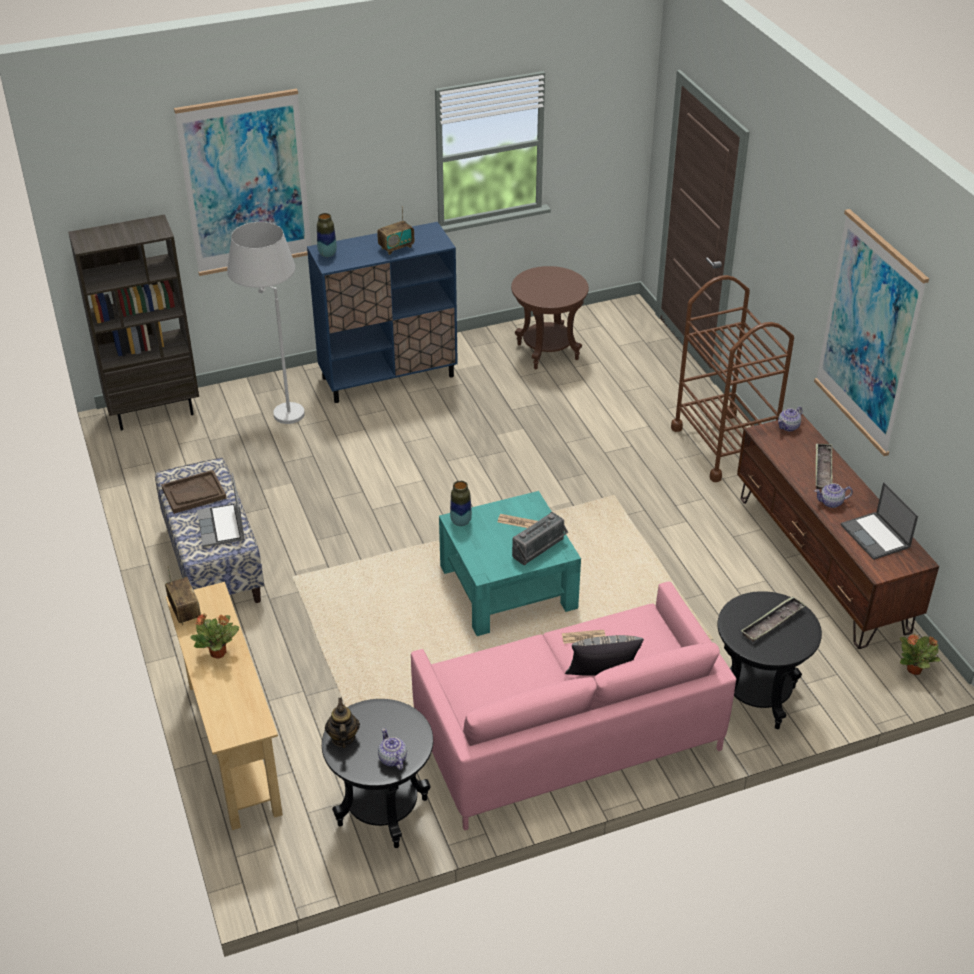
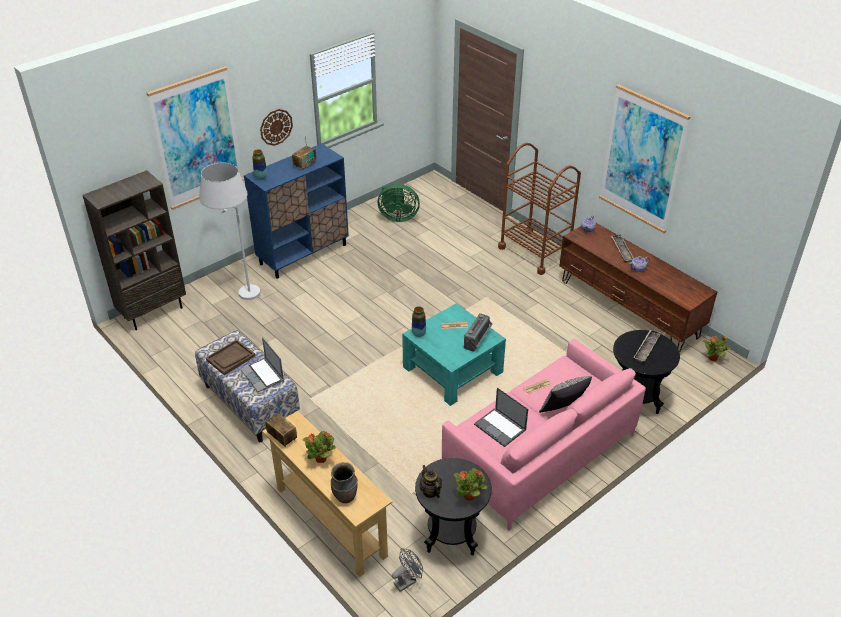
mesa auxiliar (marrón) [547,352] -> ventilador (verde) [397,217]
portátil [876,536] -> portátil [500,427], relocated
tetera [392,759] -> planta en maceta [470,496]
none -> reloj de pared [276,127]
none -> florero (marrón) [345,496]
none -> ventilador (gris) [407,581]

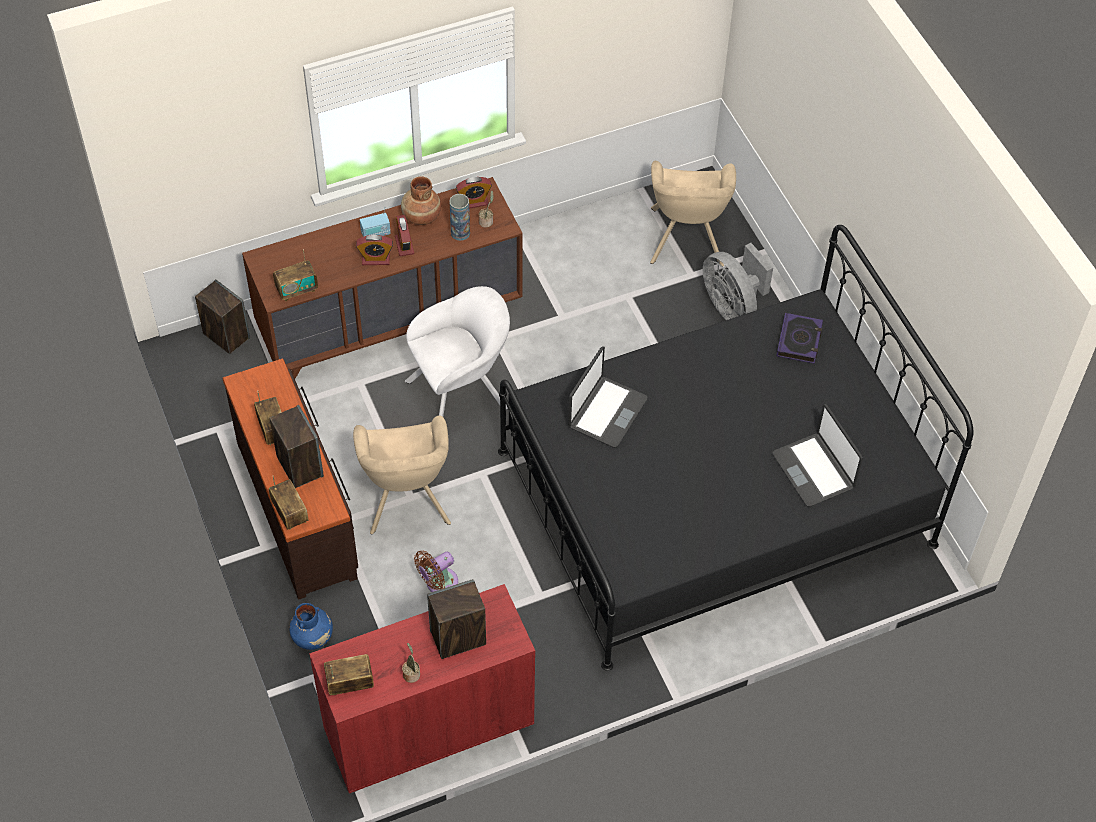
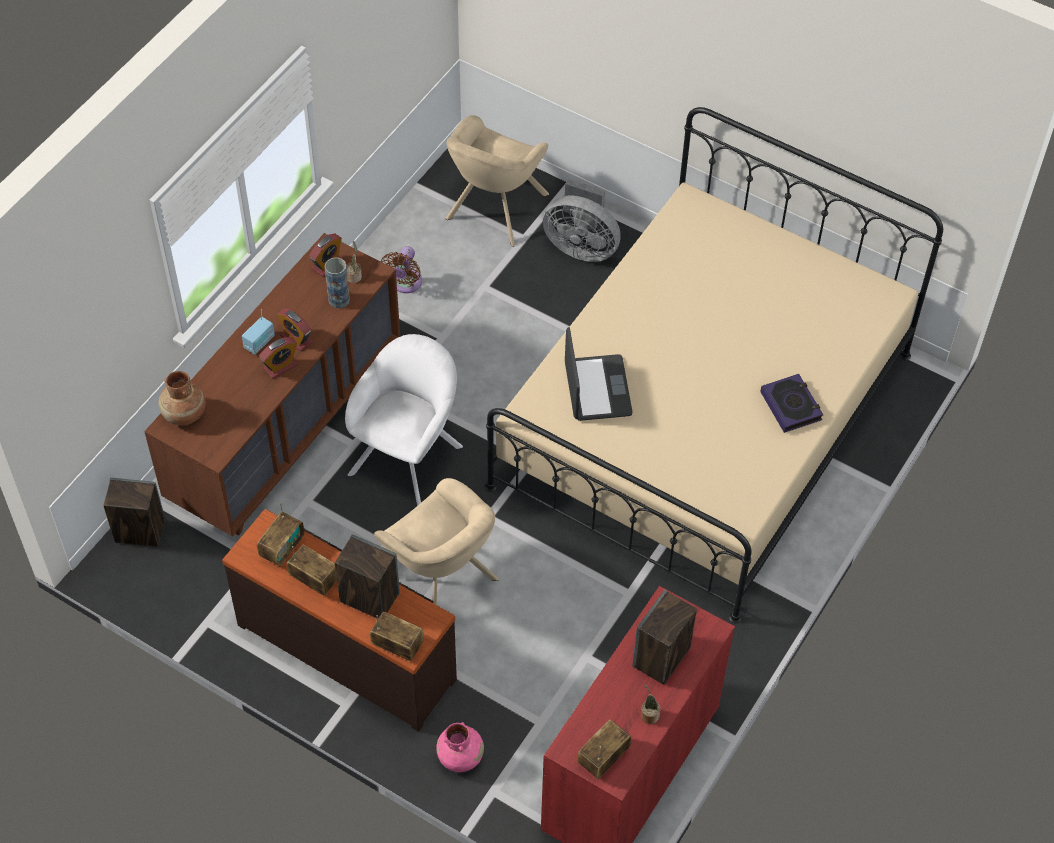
sillón (beis) [686,240] -> sillón (beis) [494,210], 60 degrees clockwise
florero (marrón) [421,217] -> florero (marrón) [184,414], relocated
cama (negro) [714,497] -> cama (beis) [702,419]
radio [297,289] -> radio [282,548], relocated
libro [799,341] -> libro [791,406], relocated
portátil [814,470] -> none
ventilador (marrón) [439,583] -> ventilador (marrón) [405,284], relocated
florero (azul) [313,636] -> florero (rosa) [460,756]

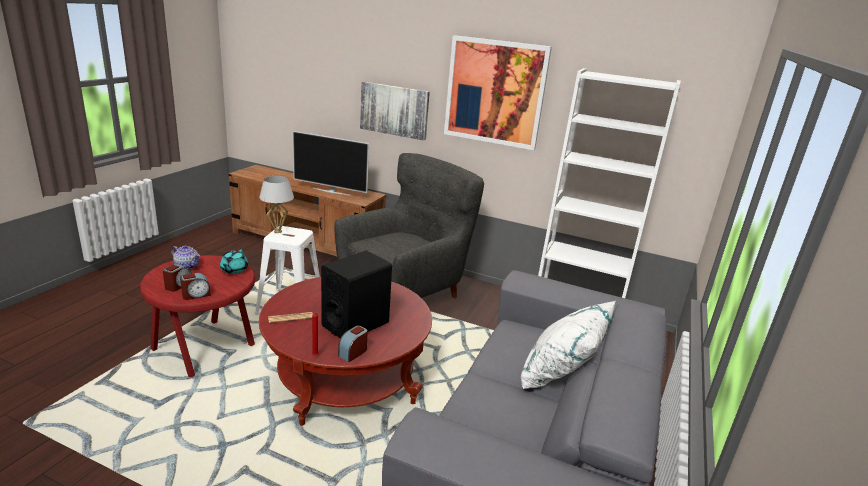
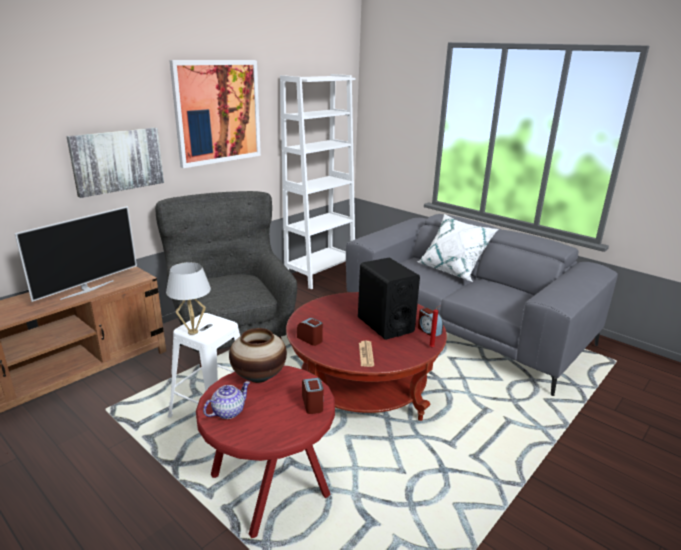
tetera (turquesa) [234,270] -> florero [259,376]
despertador [178,285] -> despertador [310,339], relocated

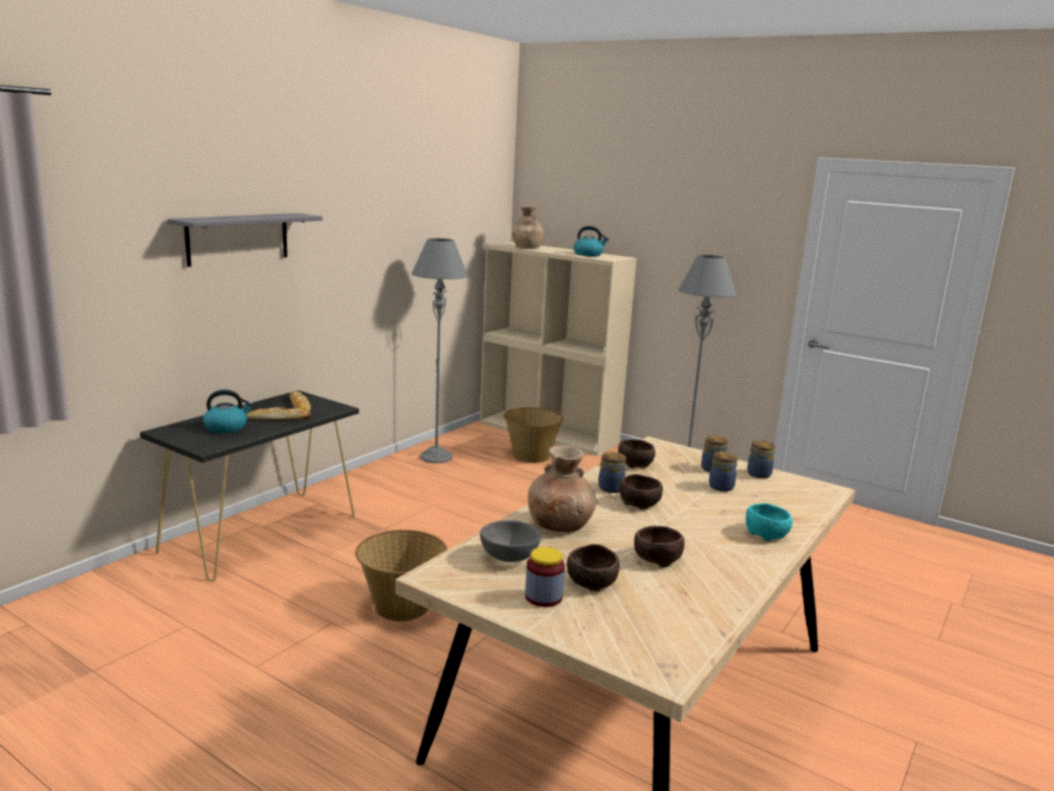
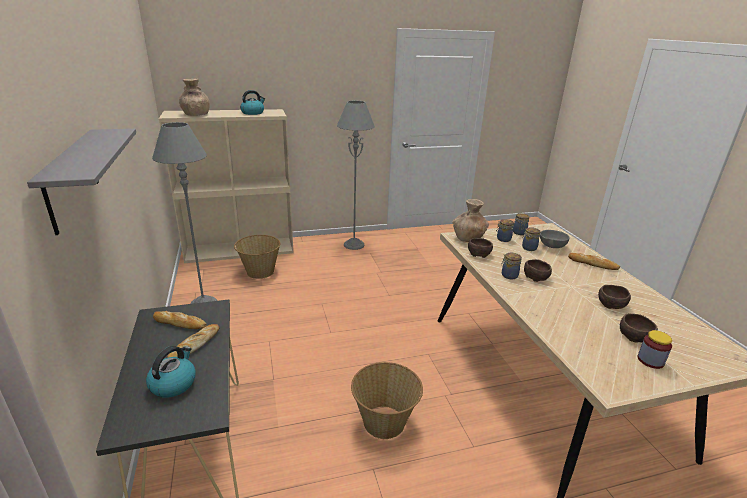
florero (marrón) [560,525] -> florero (marrón) [468,238], relocated
cuenco (turquesa) [766,533] -> pan [592,264]
cuenco (gris) [507,557] -> cuenco (gris) [551,246], relocated

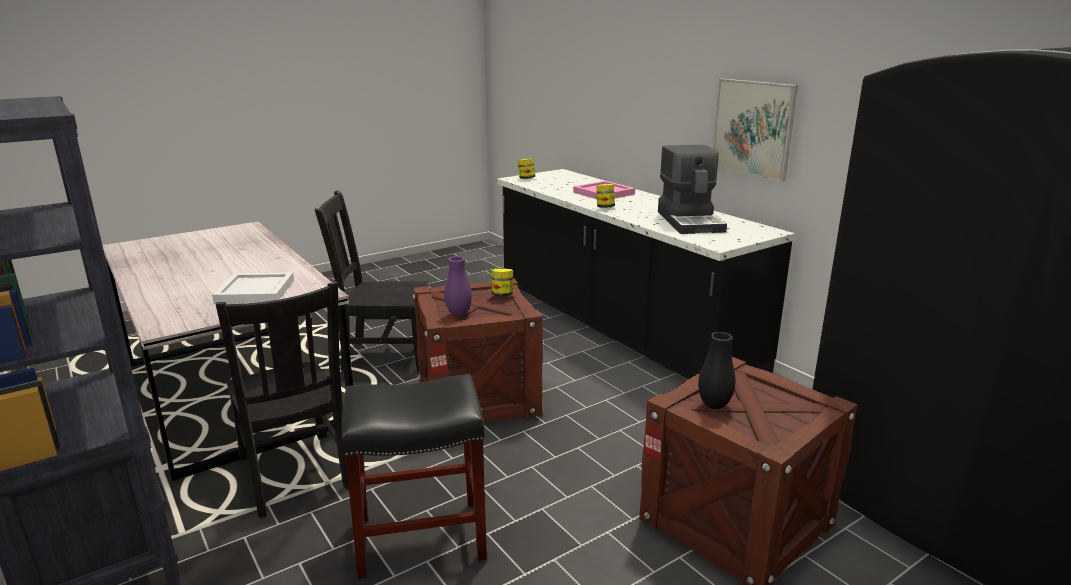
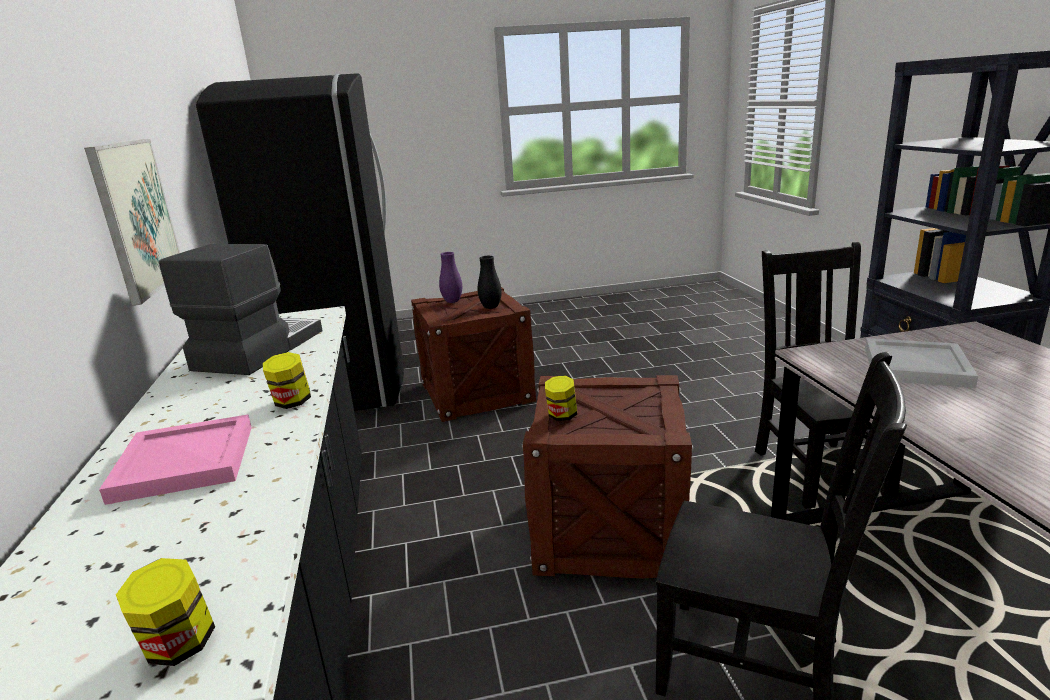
florero (morado) [458,314] -> florero (morado) [452,301], relocated
taburete (negro) [419,538] -> none

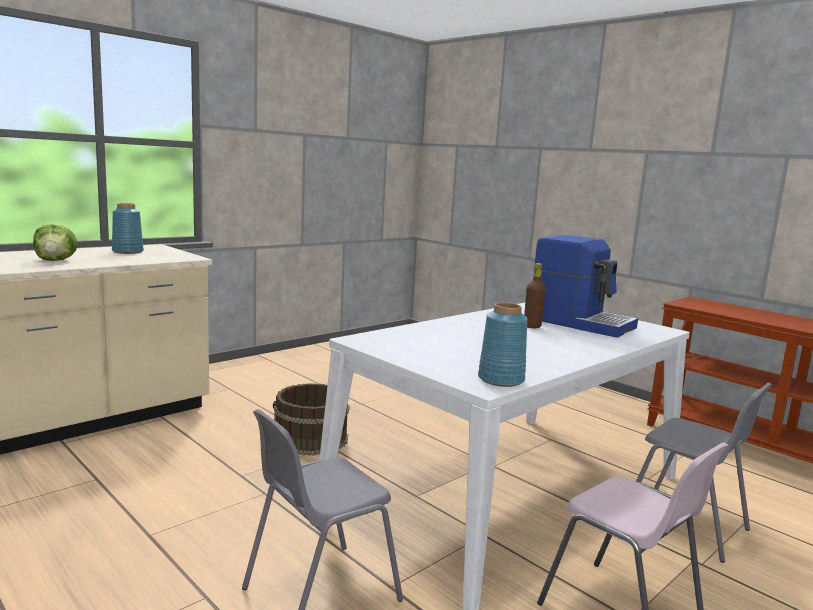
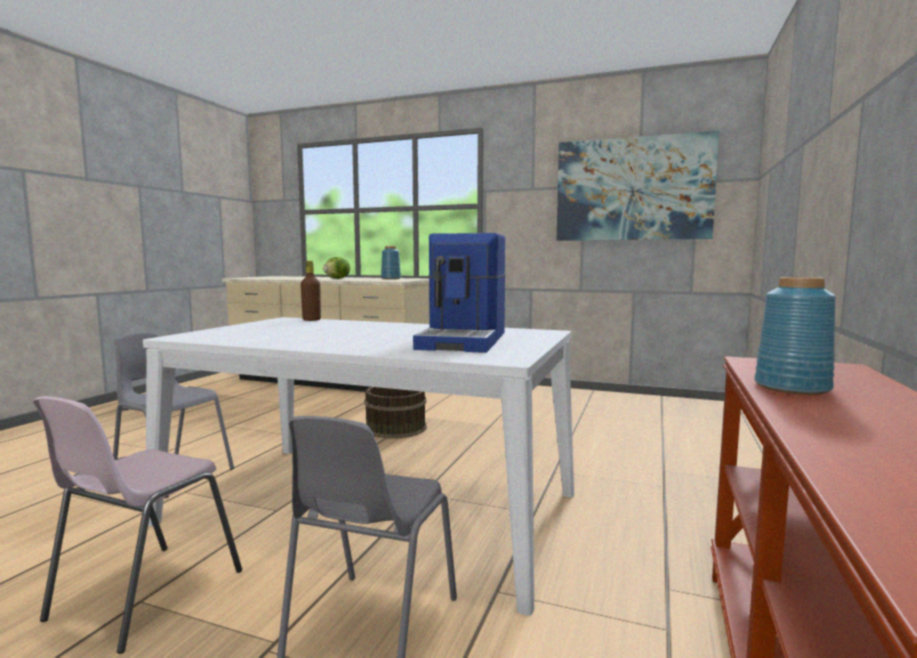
botella (marrón) [532,326] -> botella (marrón) [311,320], relocated
florero (azul) [501,379] -> florero (azul) [793,388], relocated
none -> cuadro [633,189]

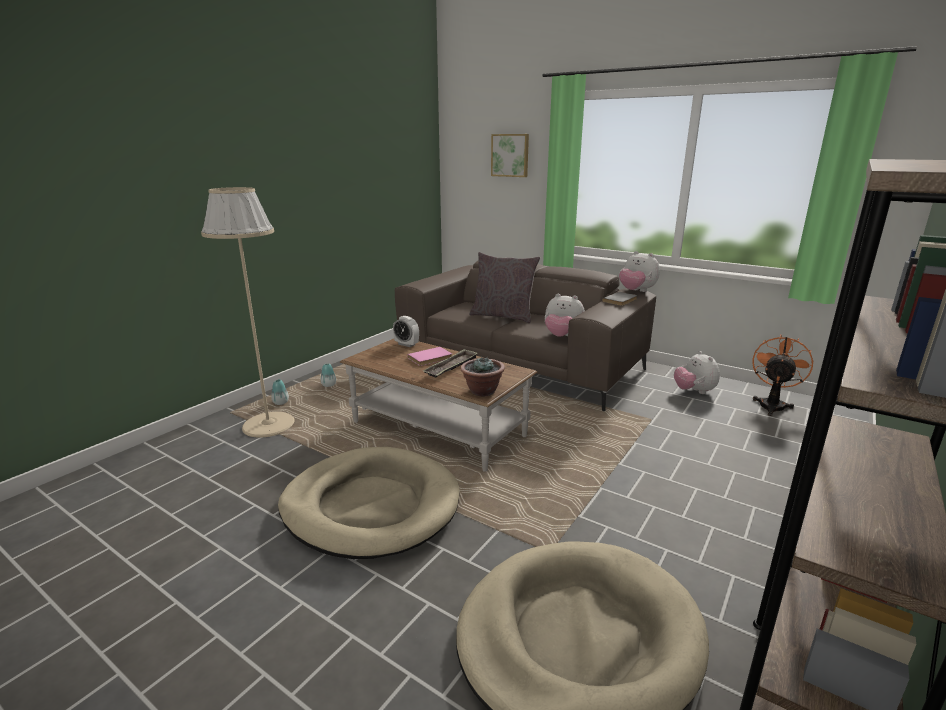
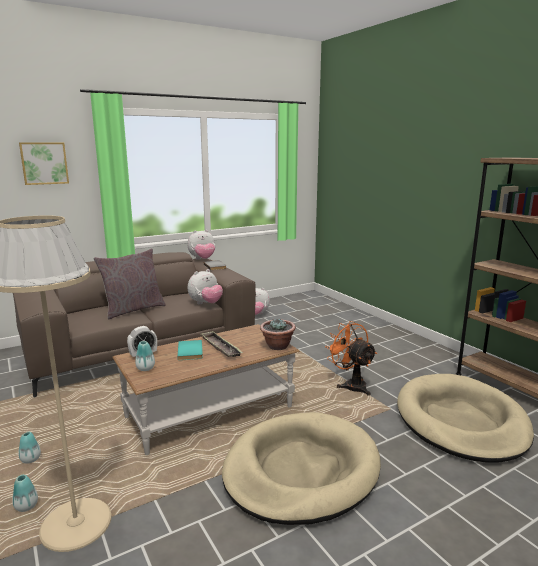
ventilador (naranja) [772,404] -> ventilador (naranja) [351,385], relocated
libro (rosa) [431,358] -> libro (turquesa) [191,351]
none -> florero [145,368]

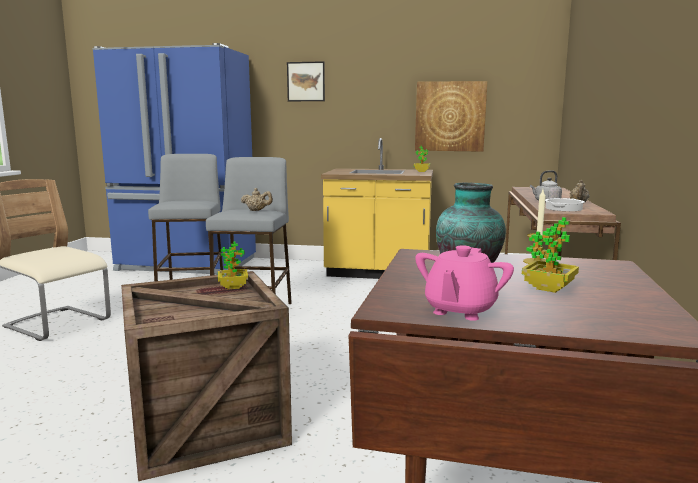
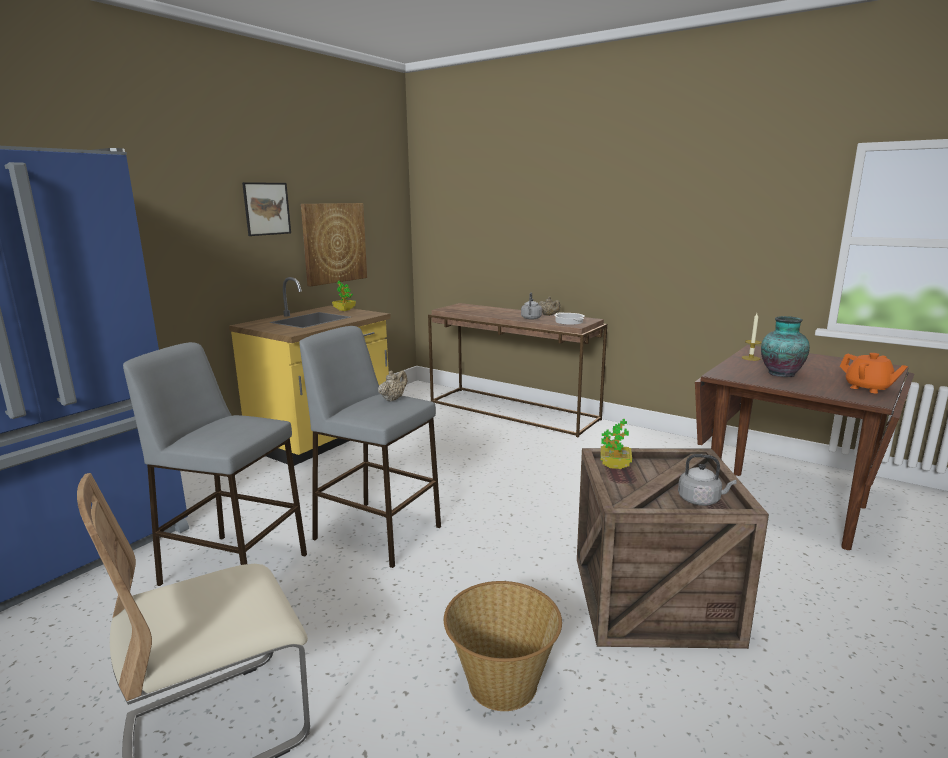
cuadro [306,81] -> cuadro [267,209], relocated
planta en maceta [548,288] -> none
tetera (rosa) [460,310] -> tetera (naranja) [868,388]
none -> hervidor (gris) [701,500]
none -> cesta [502,684]

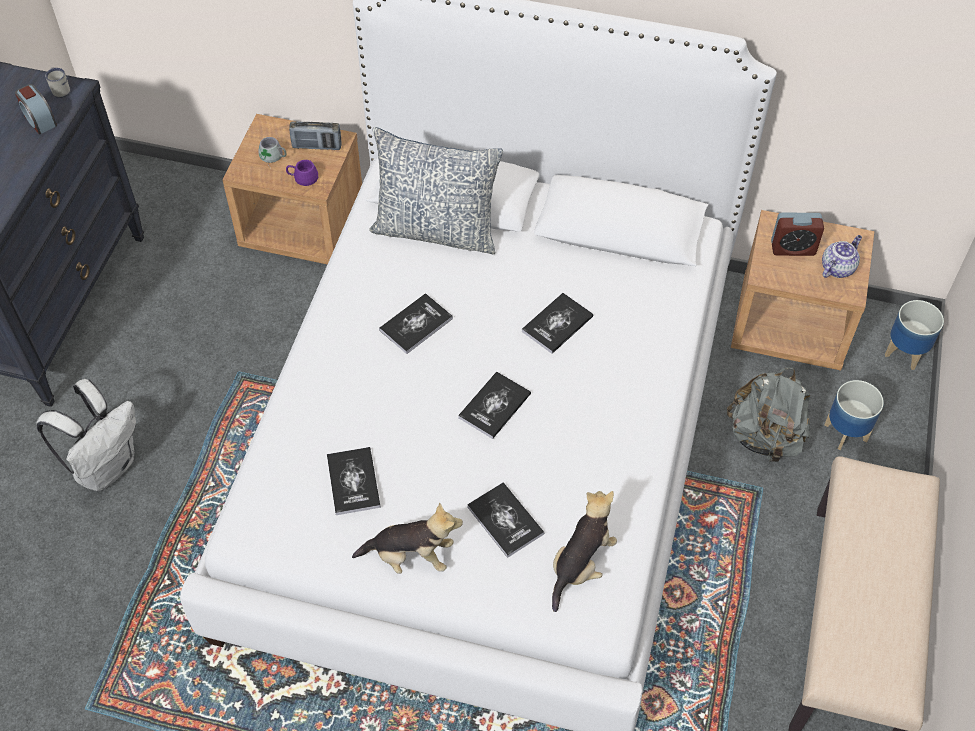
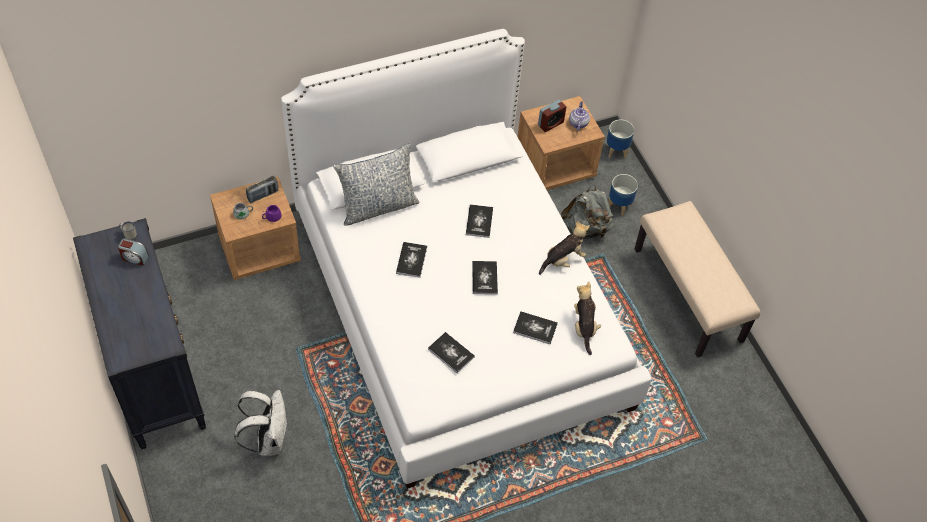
peluche [411,556] -> peluche [563,260], relocated

